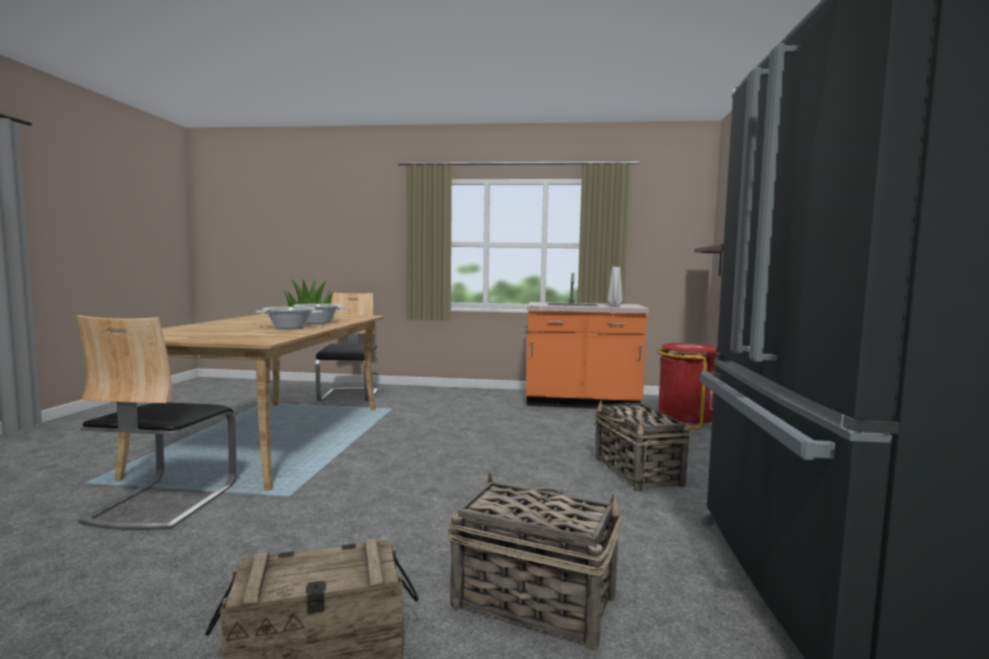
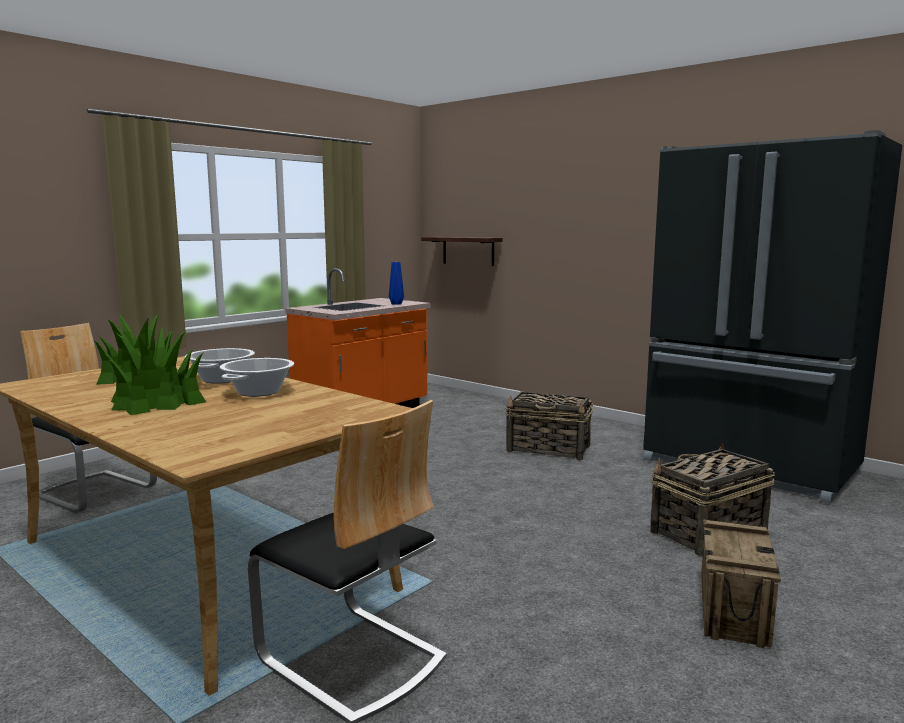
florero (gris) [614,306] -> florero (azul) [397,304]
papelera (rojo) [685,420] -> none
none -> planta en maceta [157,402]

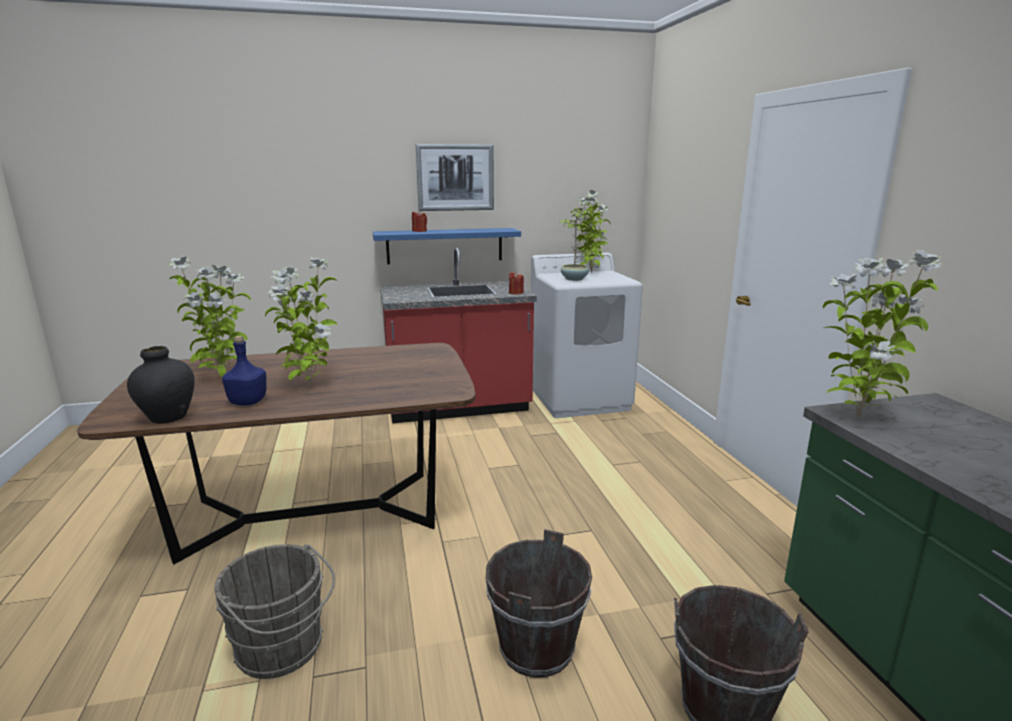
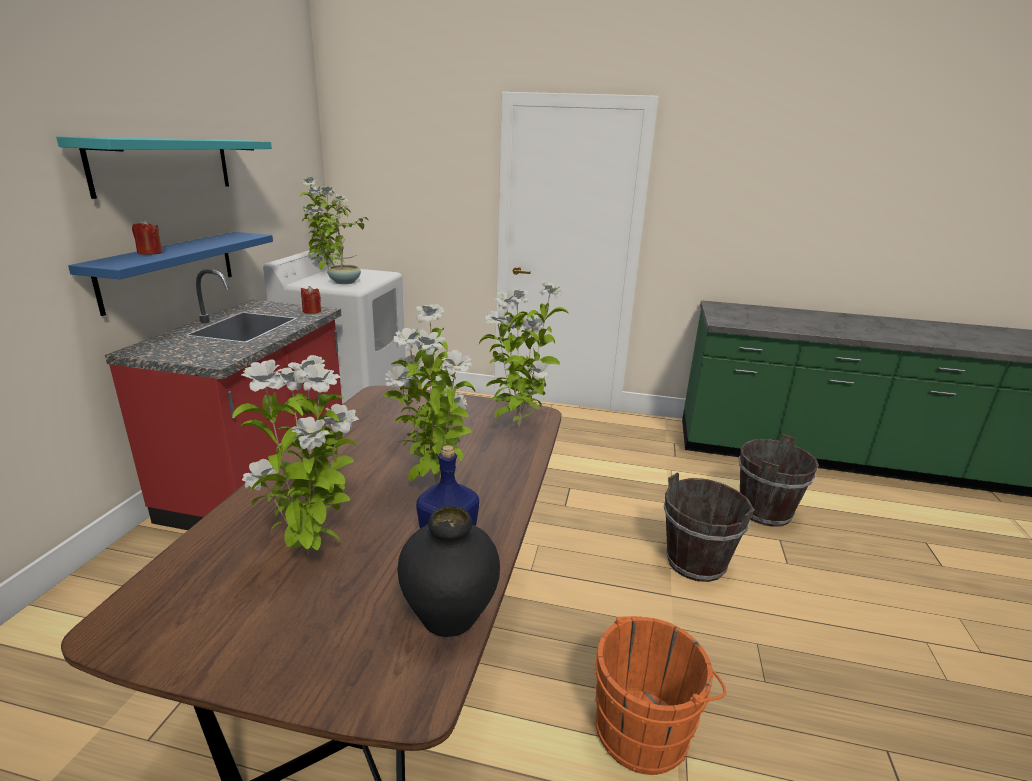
cuadro [455,177] -> estante (turquesa) [164,165]
planta en maceta [858,417] -> planta en maceta [517,427], relocated
cubo (gris) [283,649] -> cubo (naranja) [646,728]

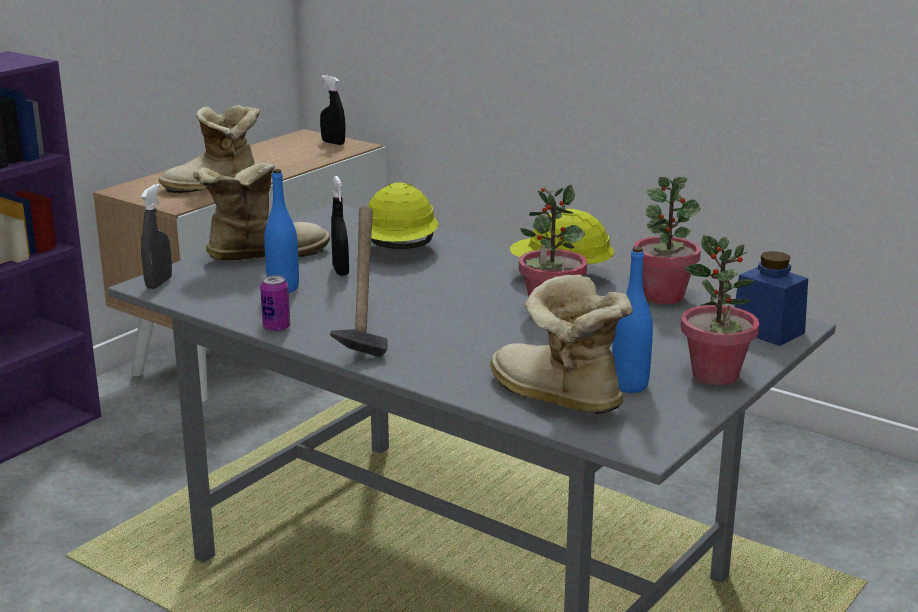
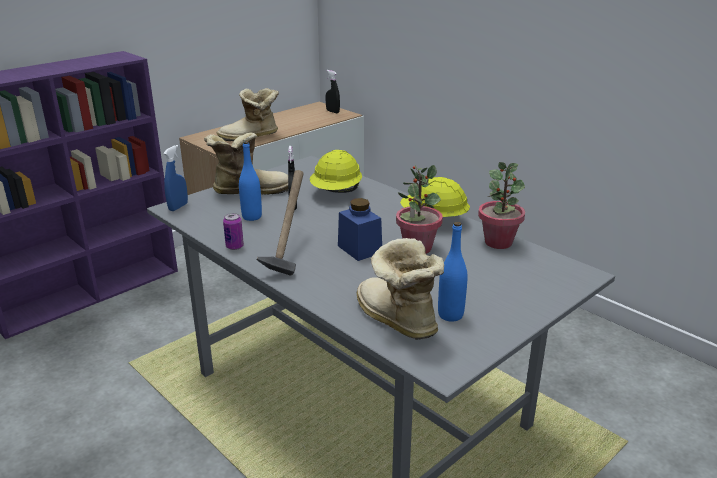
pulverizador (gris) [159,283] -> pulverizador (azul) [178,207]
planta en maceta [715,375] -> none
tarro (azul) [768,331] -> tarro (azul) [359,249], relocated

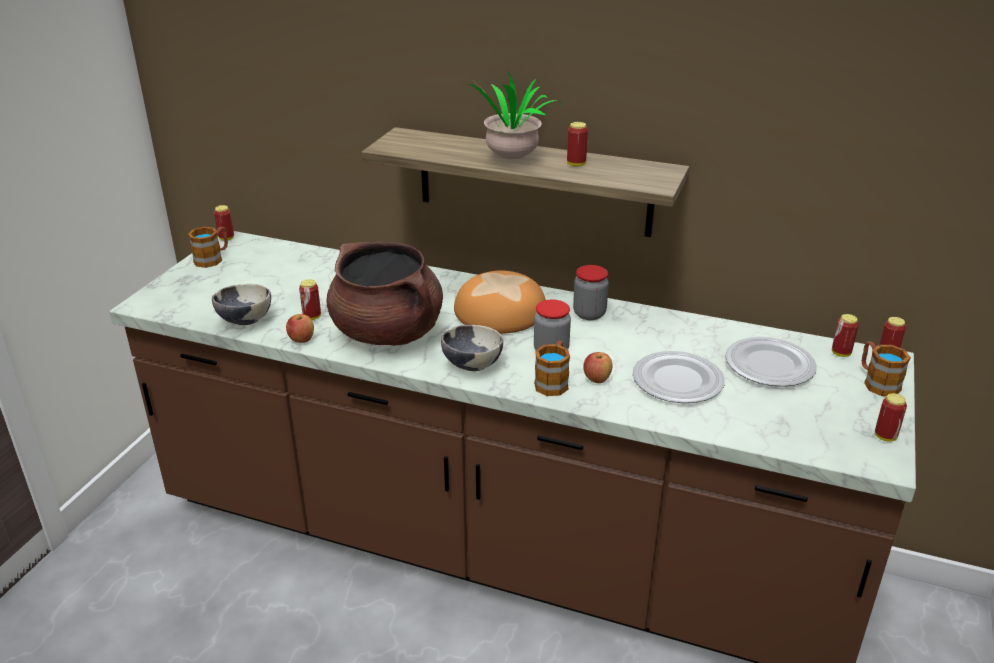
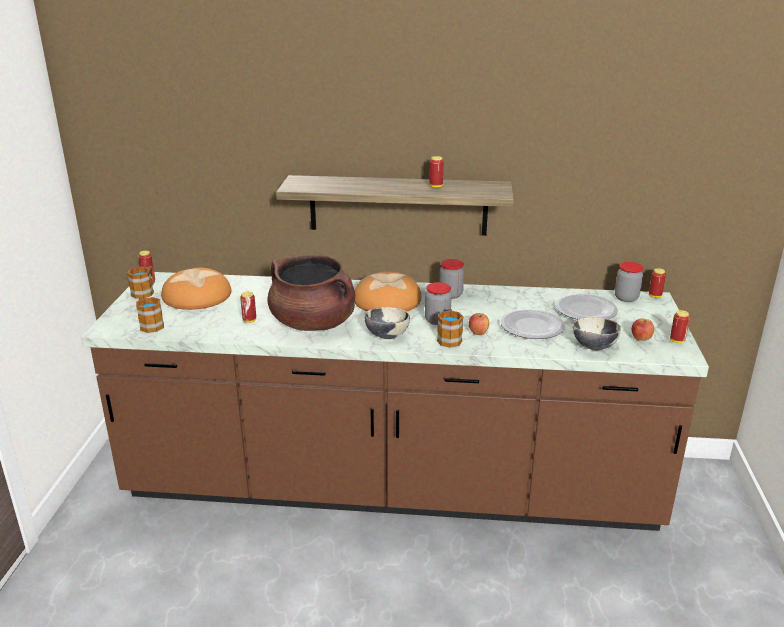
planta en maceta [509,160] -> none
cuenco [245,320] -> cuenco [593,347], relocated
manzana [301,340] -> manzana [641,339], relocated
lata [841,353] -> tarro [626,298]
taza grande [877,382] -> taza grande [150,325], relocated
none -> pan [197,296]

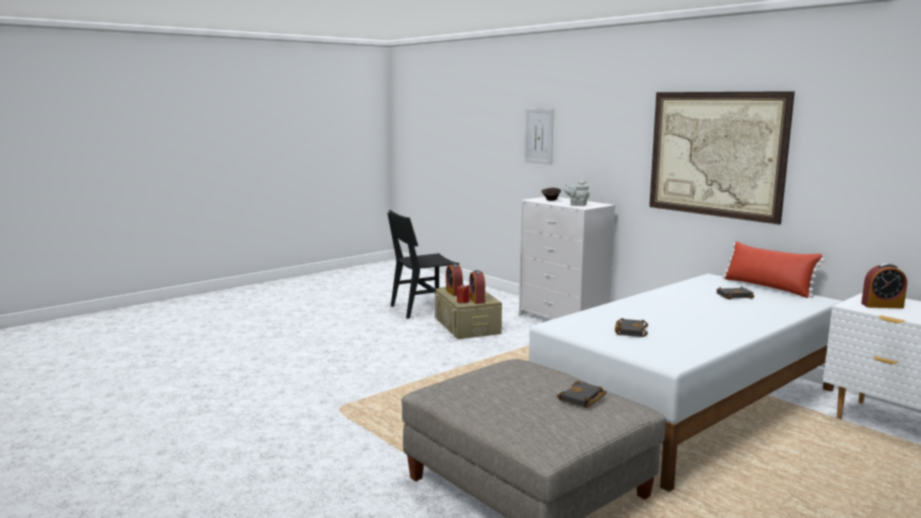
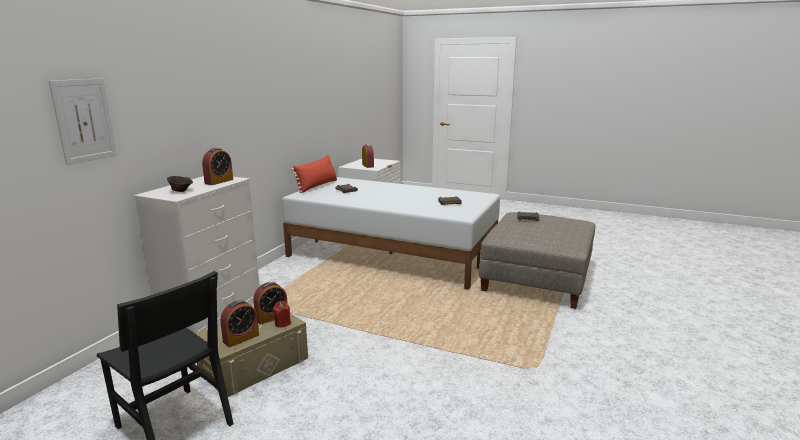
cuadro [716,154] -> none
tetera (gris) [577,205] -> despertador [219,181]

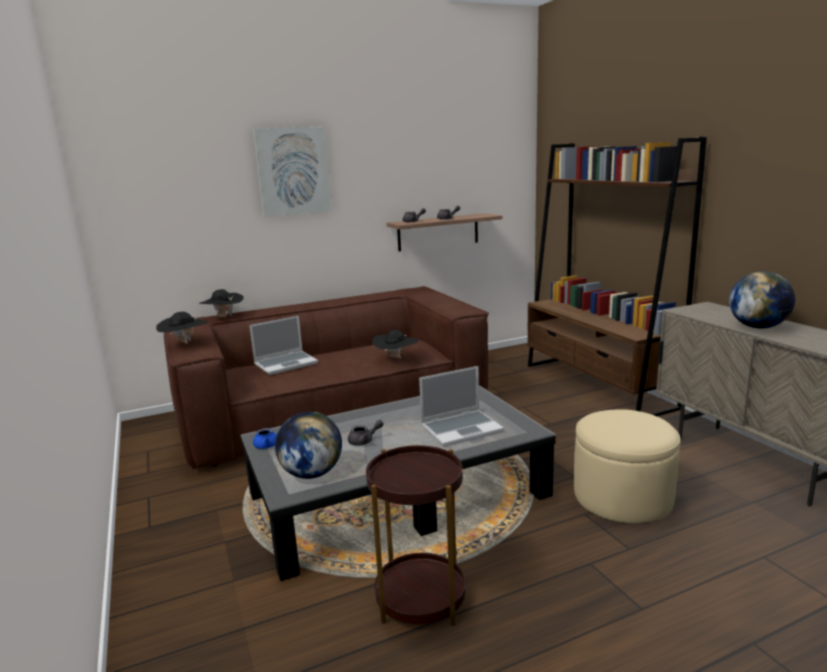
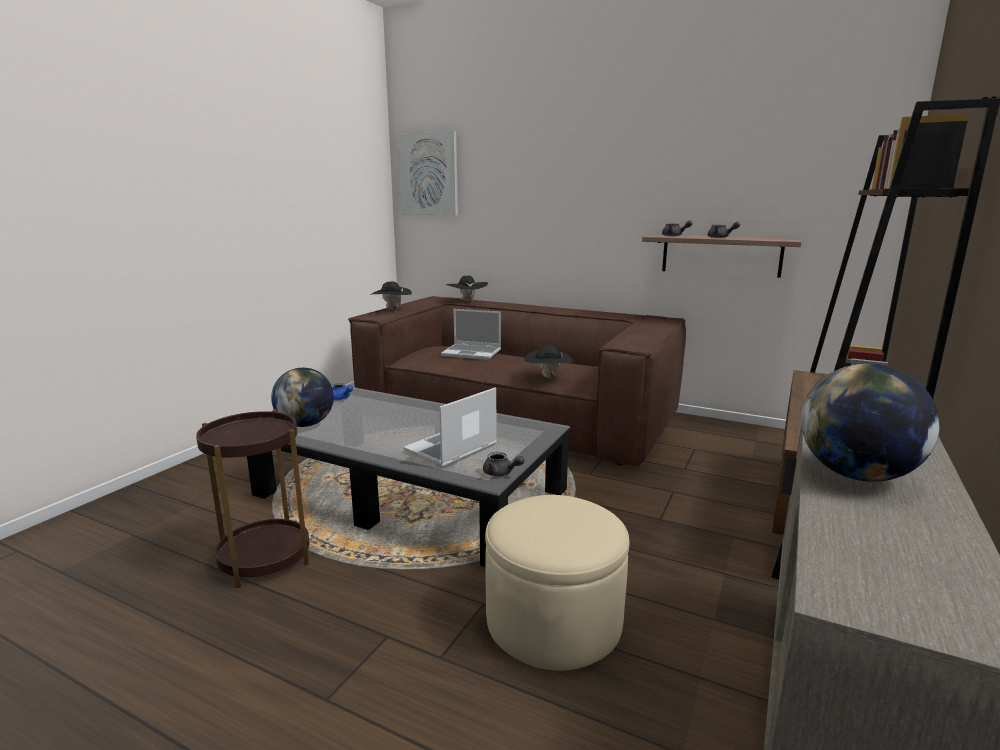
cuadro [293,171] -> cuadro [429,174], relocated
portátil [462,428] -> portátil [451,449], 105 degrees clockwise
tetera (gris) [364,441] -> tetera (gris) [501,473], relocated

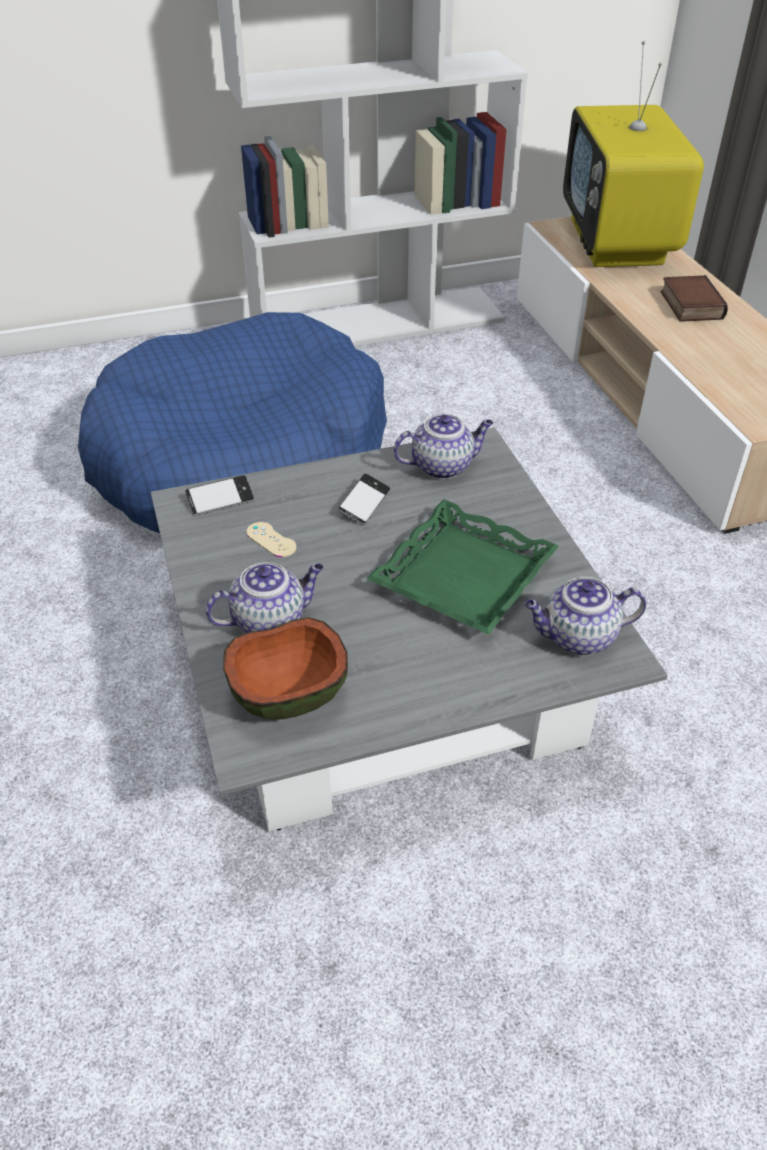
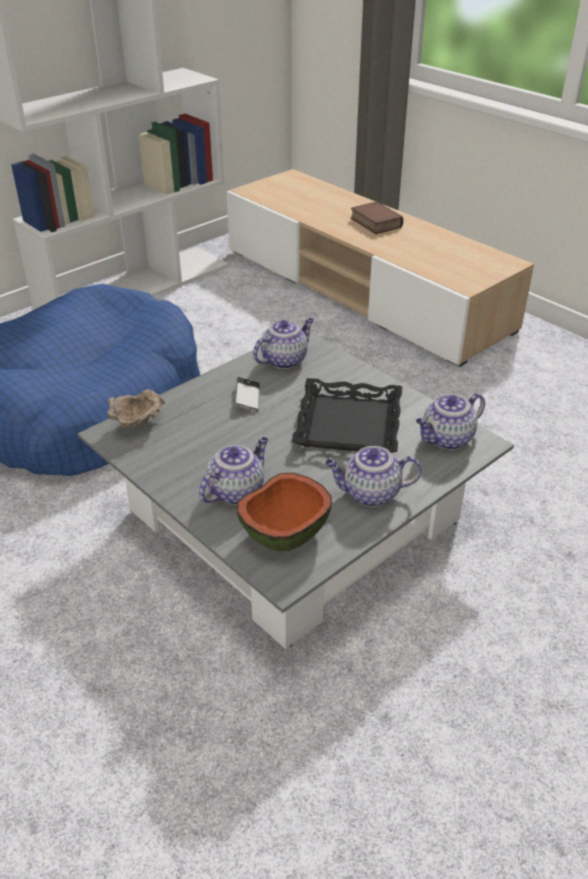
televisor [617,243] -> none
móvil [220,500] -> cuenco (beis) [138,424]
bandeja (verde) [464,577] -> bandeja (negro) [349,424]
mando de consola (beis) [271,540] -> none
none -> tetera [370,494]

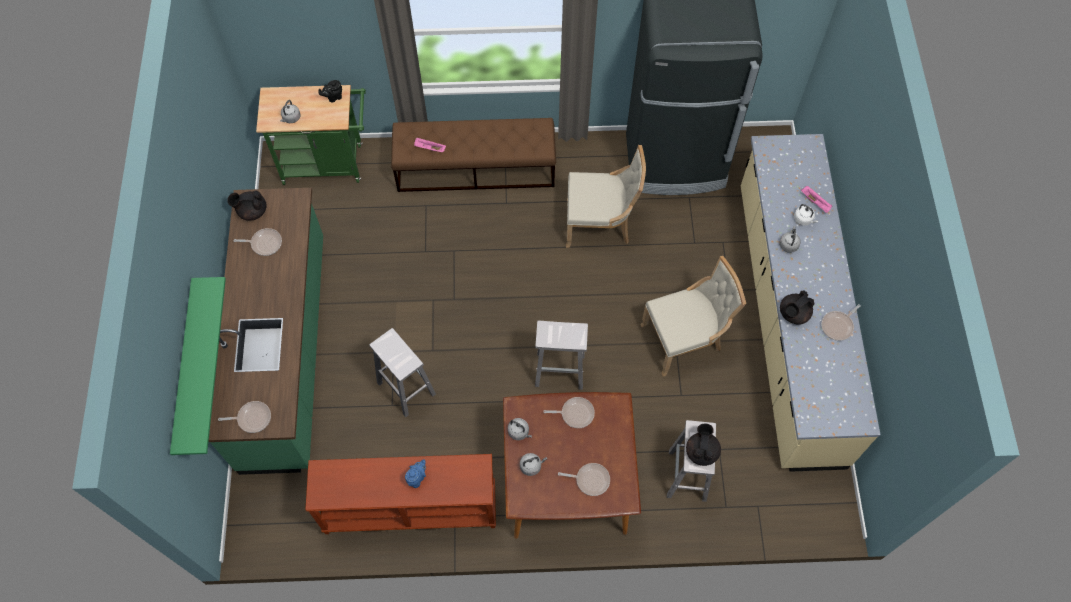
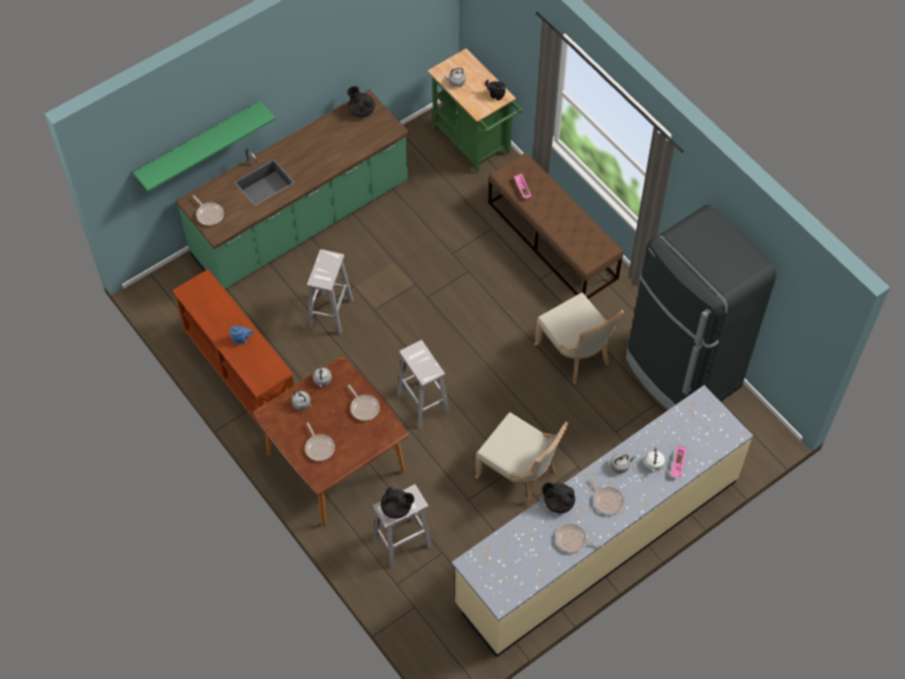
sartén [264,243] -> sartén [607,500], relocated
tetera (negro) [701,451] -> tetera (negro) [397,508], 45 degrees clockwise

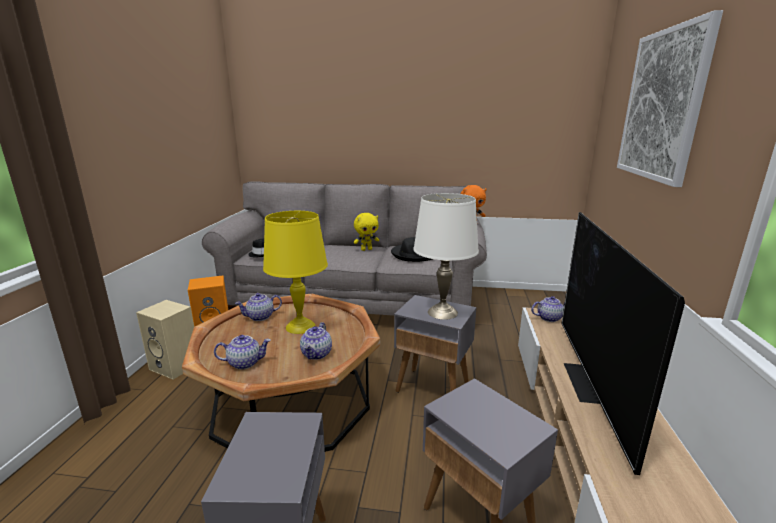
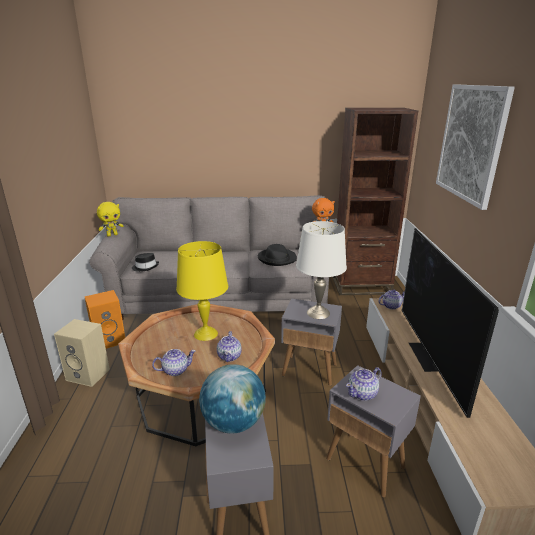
peluche (amarillo) [366,249] -> peluche (amarillo) [112,235], relocated
tetera [261,317] -> tetera [363,393], relocated
none -> estantería (marrón) [361,286]
none -> globo terráqueo [234,422]

